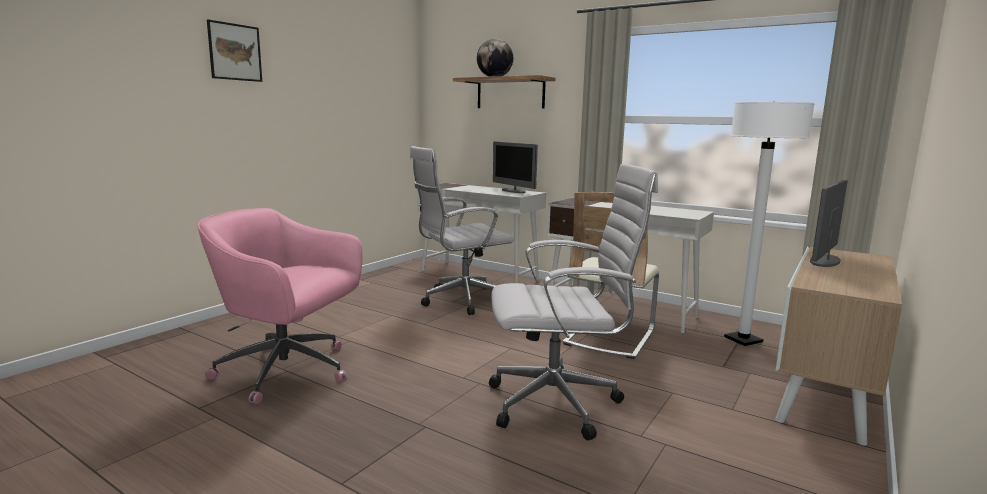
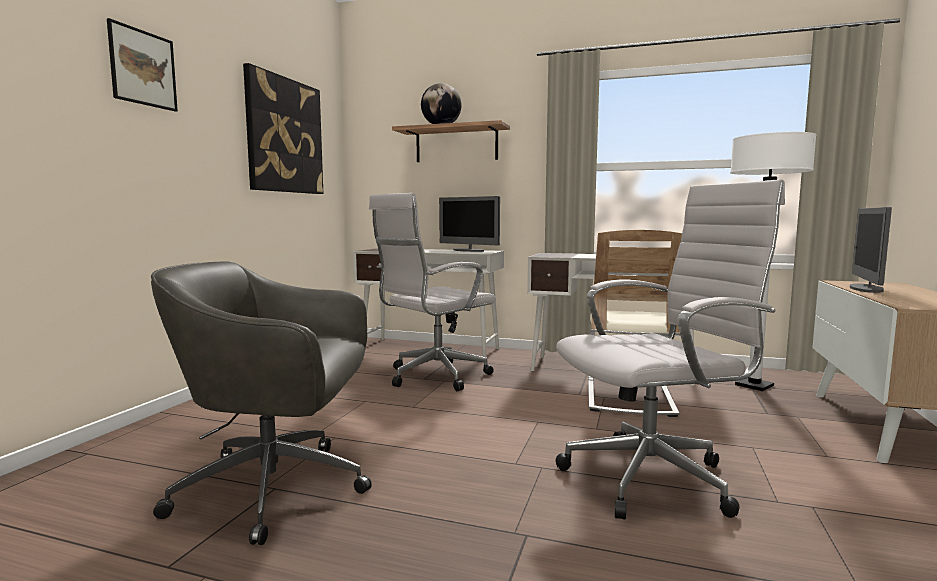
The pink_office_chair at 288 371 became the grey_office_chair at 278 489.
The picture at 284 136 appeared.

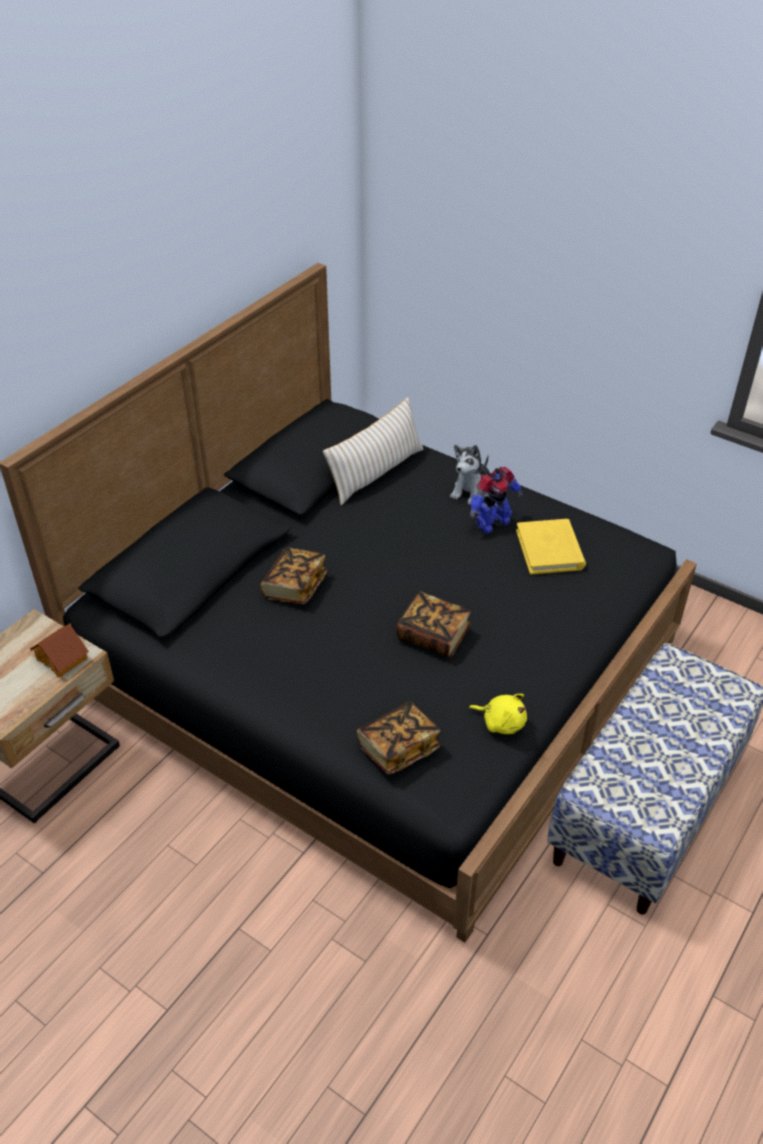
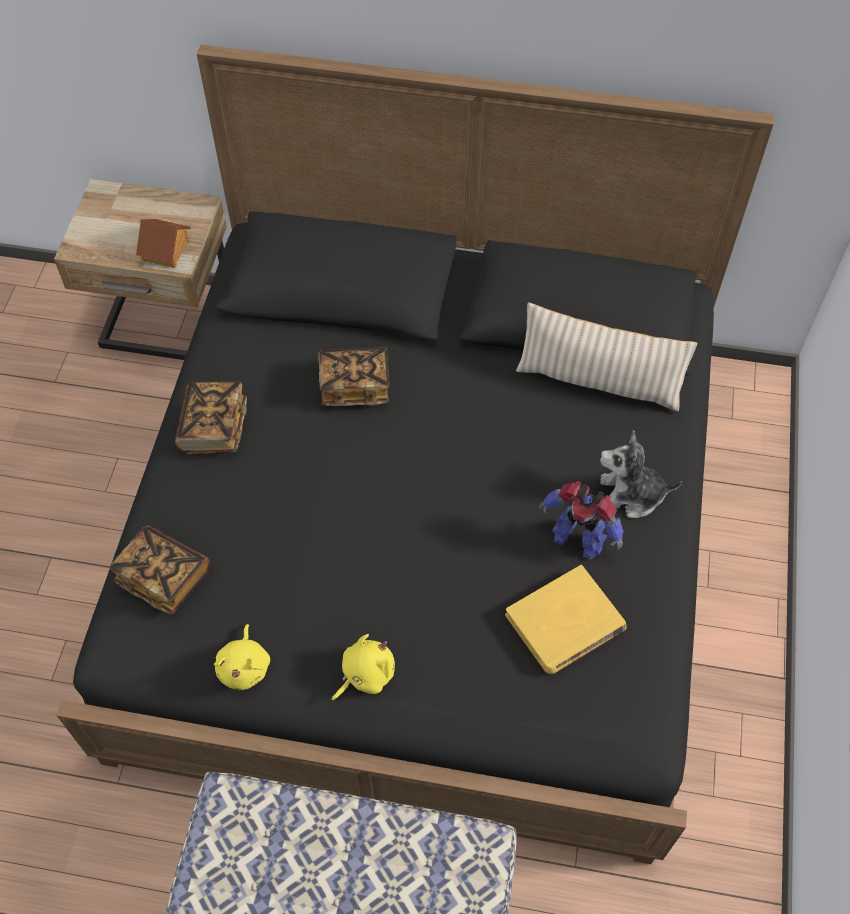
The book moved from 433 636 to 213 428.
The yellow_plush_toy at 365 674 appeared.

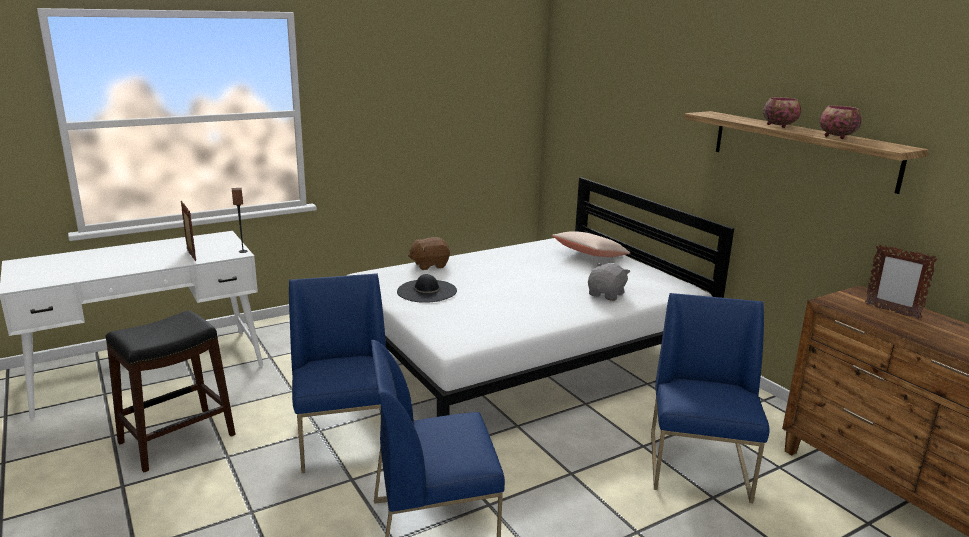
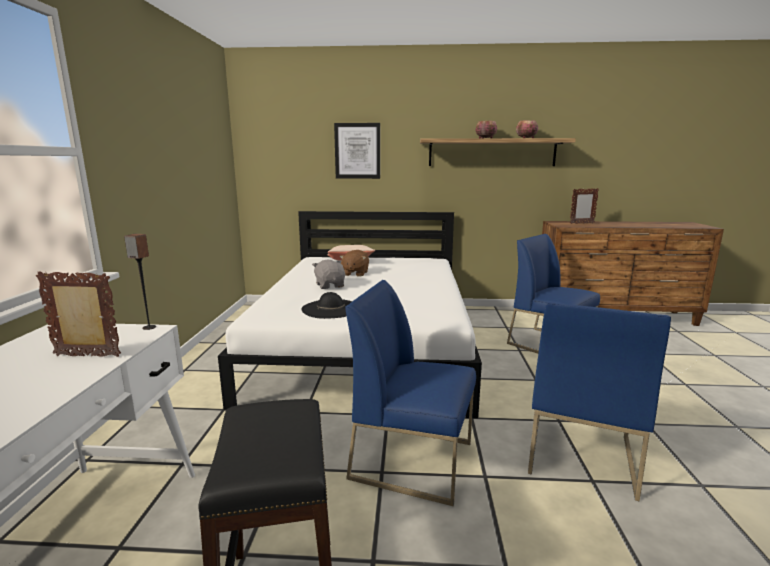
The grey_plush_toy moved from 606 294 to 330 285.
The picture at 357 151 appeared.
The brown_plush_toy moved from 429 265 to 355 273.

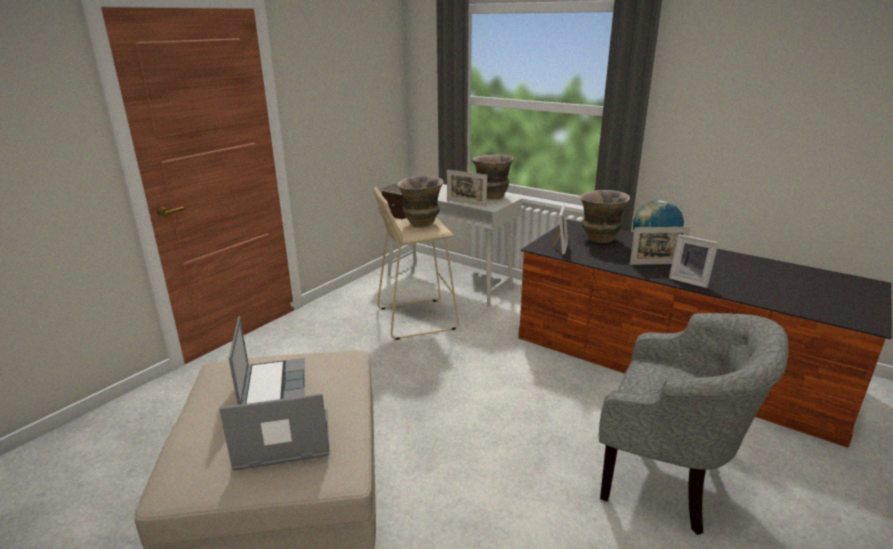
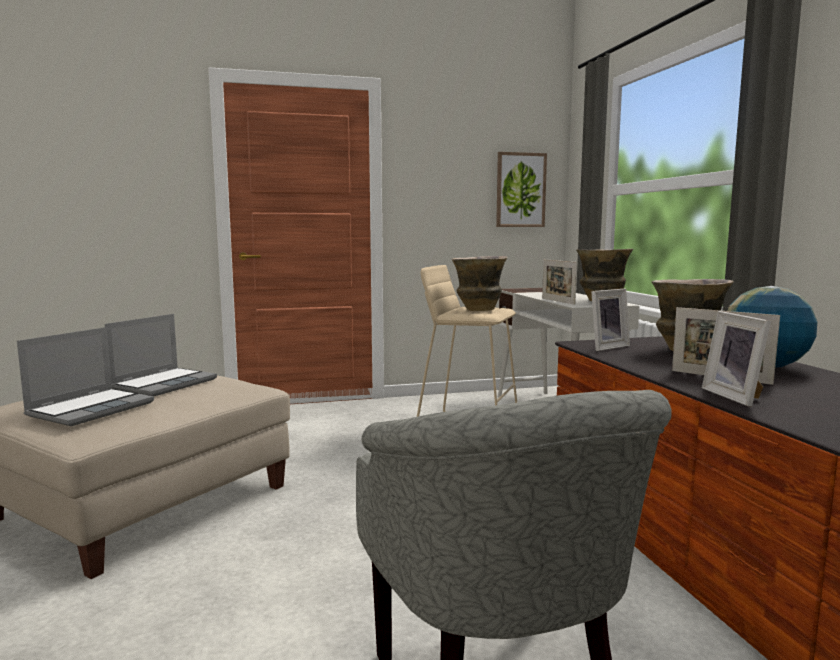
The laptop at 281 442 turned 90 degrees clockwise.
The picture at 520 190 appeared.

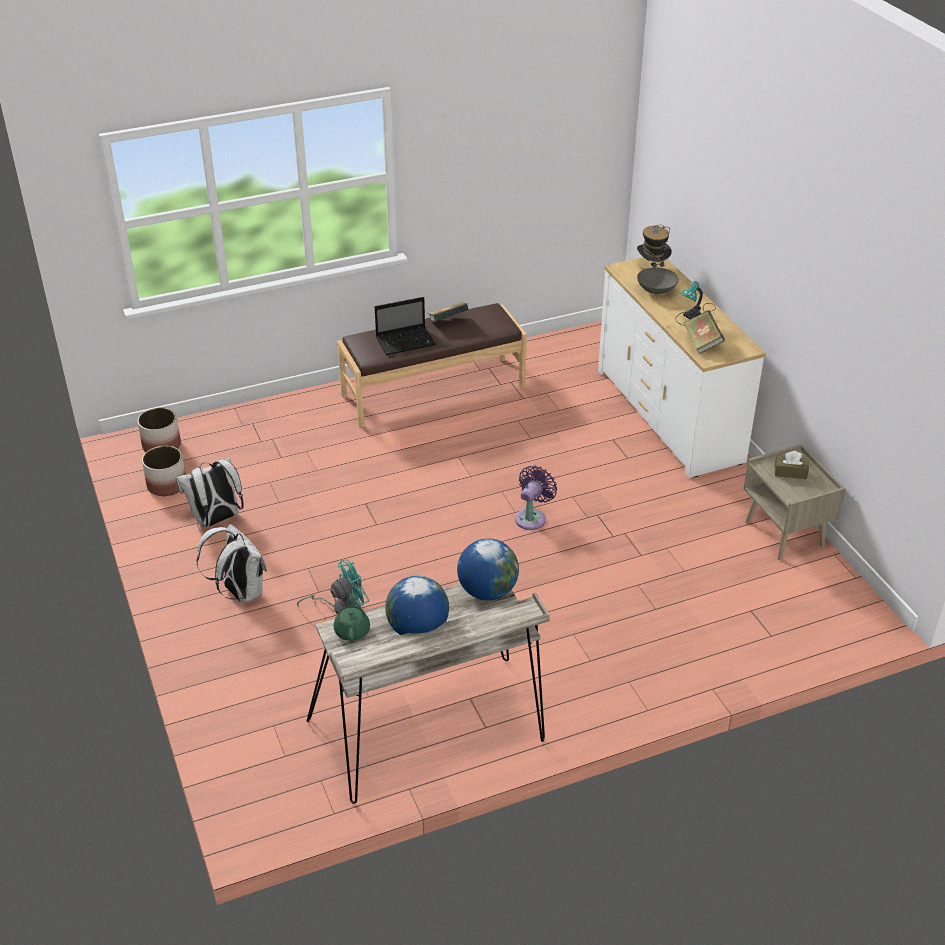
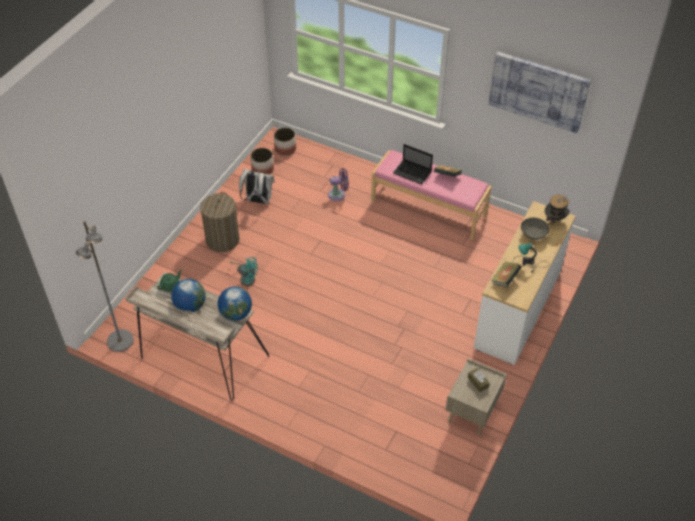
The grey_floor_lamp at 120 341 appeared.
The white_backpack at 240 592 was replaced by the laundry_basket at 222 240.
The purple_fan moved from 532 517 to 338 194.
The brown_bench at 433 391 became the pink_bench at 428 208.
The picture at 538 90 appeared.

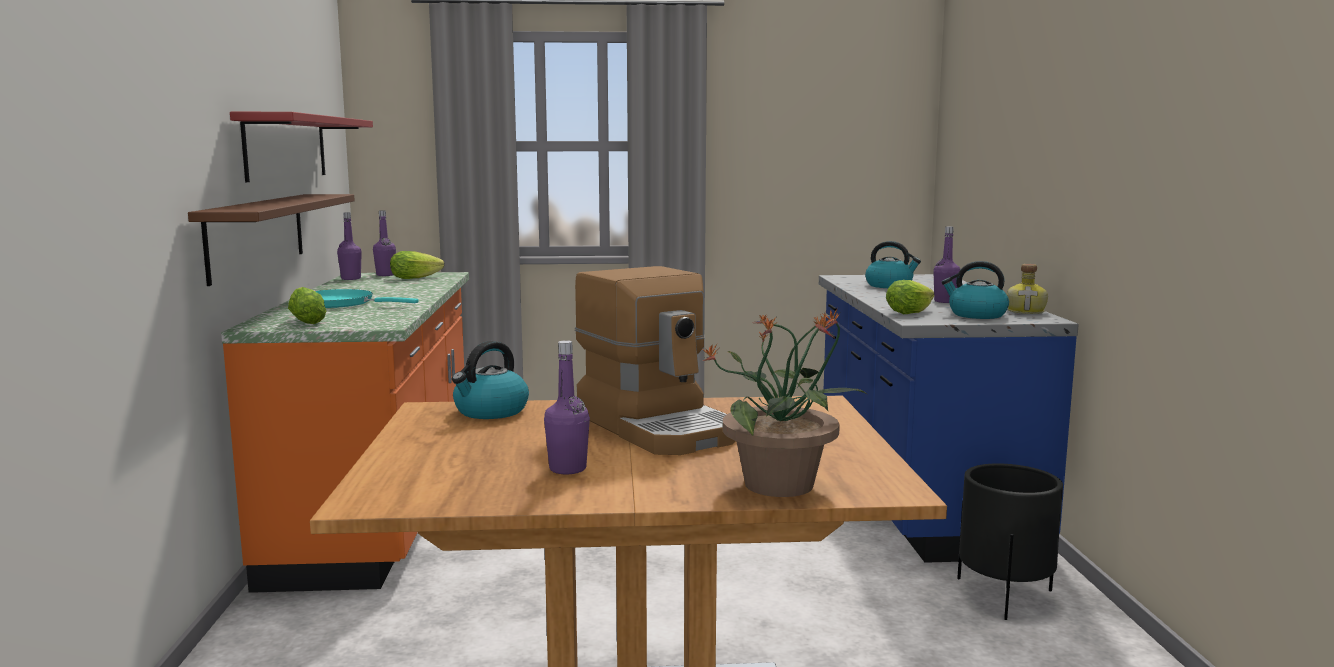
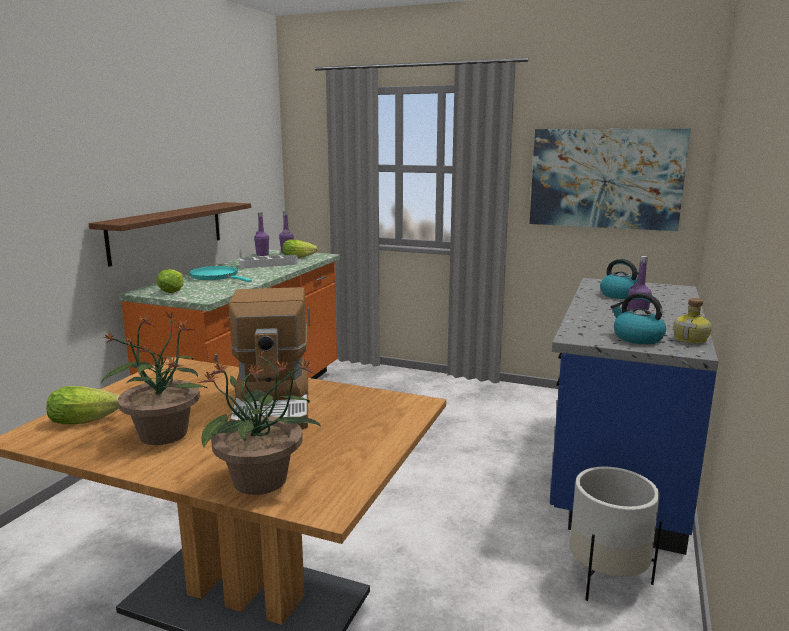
The lettuce moved from 912 312 to 88 420.
The purple_bottle at 567 469 was replaced by the potted_plant at 163 433.
The grey_tray at 269 265 appeared.
The picture at 605 178 appeared.
The black_planter at 1004 595 became the white_planter at 606 577.
The red_shelf at 286 147 disappeared.
The kettle at 490 411 disappeared.

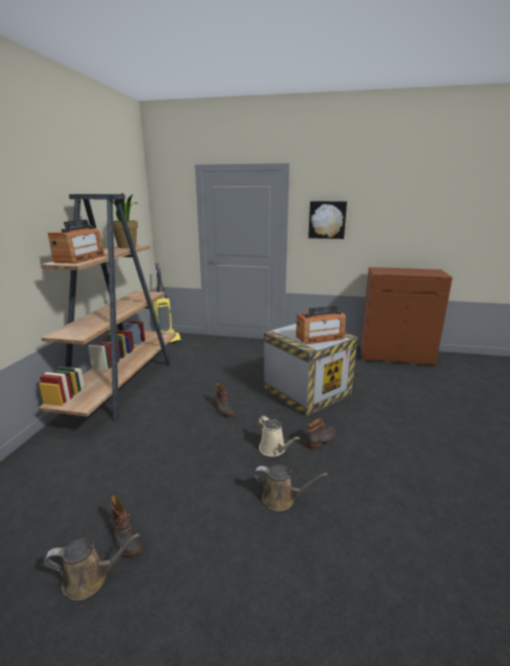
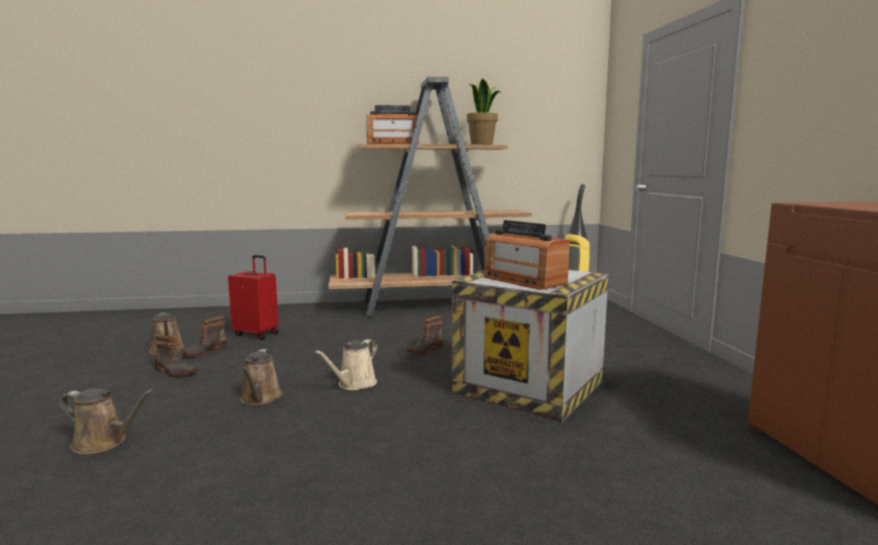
The brown_watering_can at 103 443 appeared.
The boot moved from 321 440 to 174 372.
The red_suitcase at 257 334 appeared.
The picture at 327 220 disappeared.

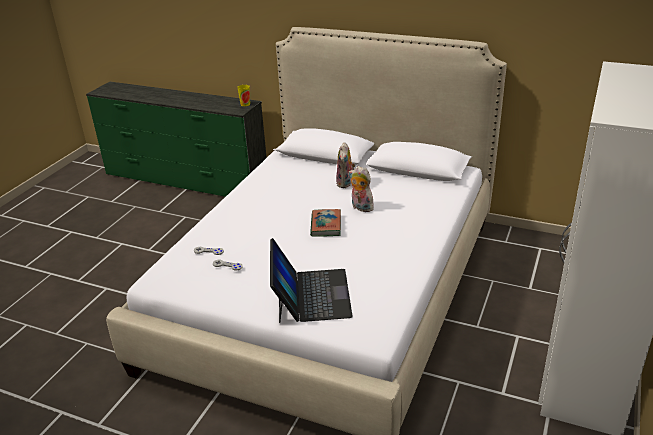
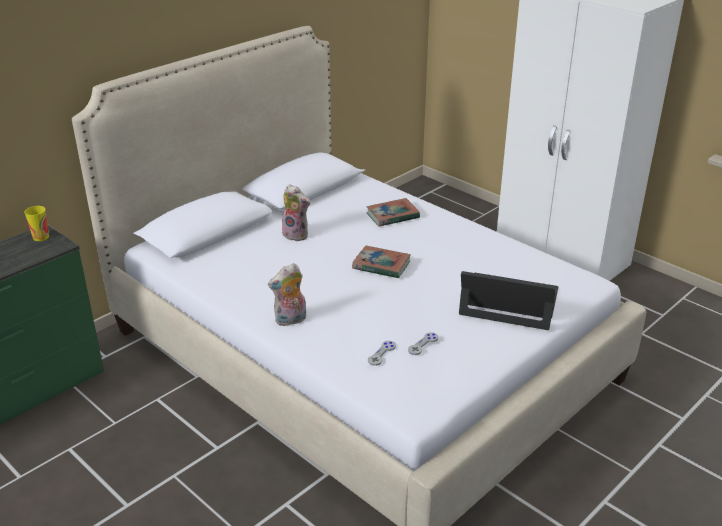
The plush_toy moved from 360 207 to 290 320.
The book at 392 216 appeared.

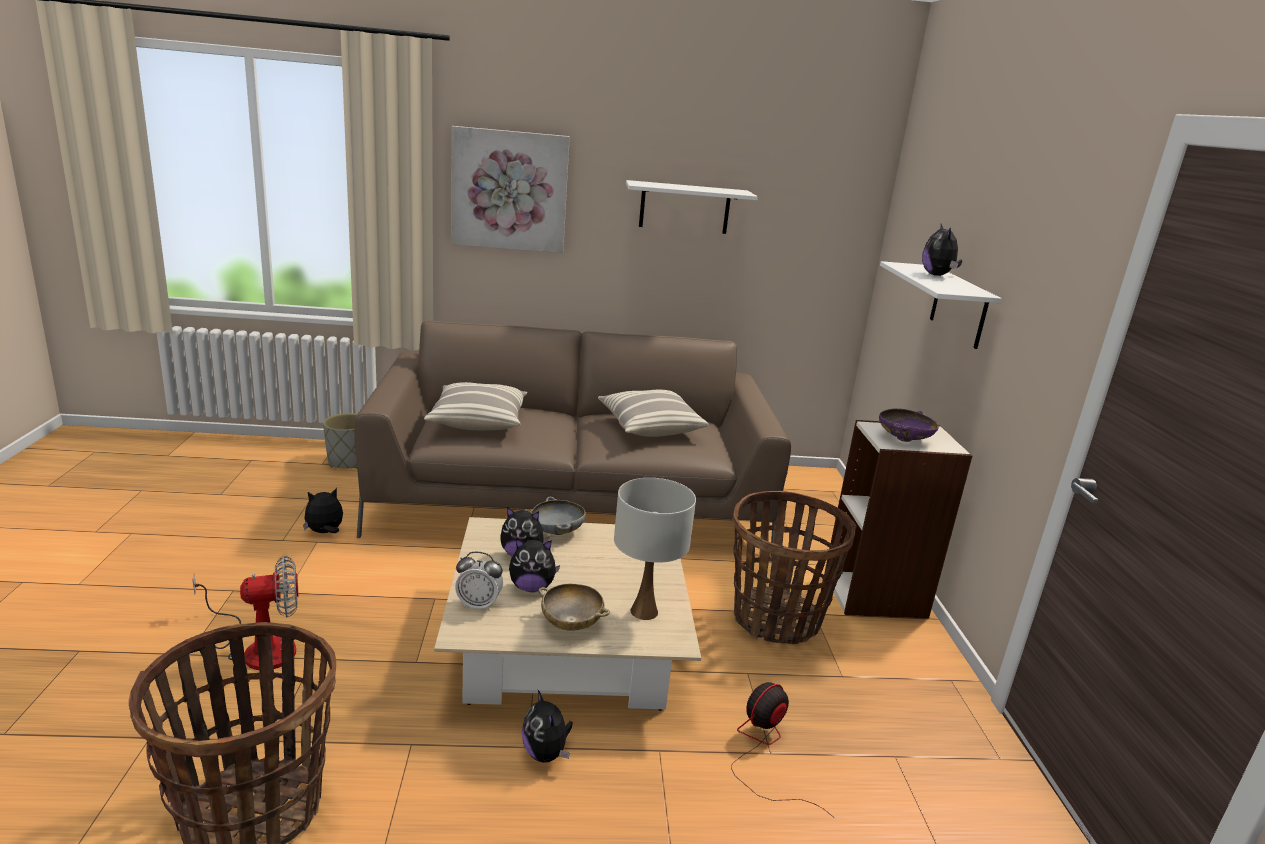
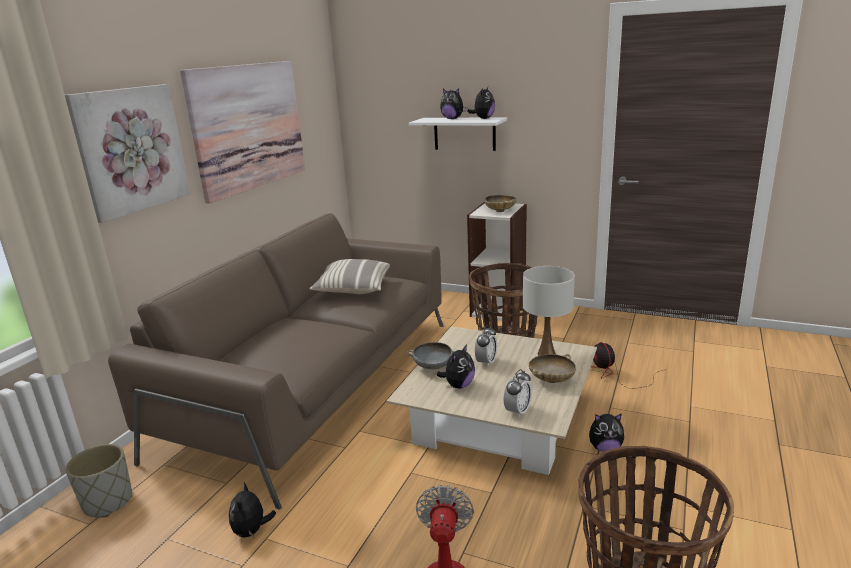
The white_shelf at 684 207 was replaced by the picture at 249 127.
The plush_toy moved from 531 587 to 483 118.
The alarm_clock at 486 362 appeared.
The purple_bowl at 904 439 became the beige_bowl at 500 211.
The pillow at 478 421 disappeared.

